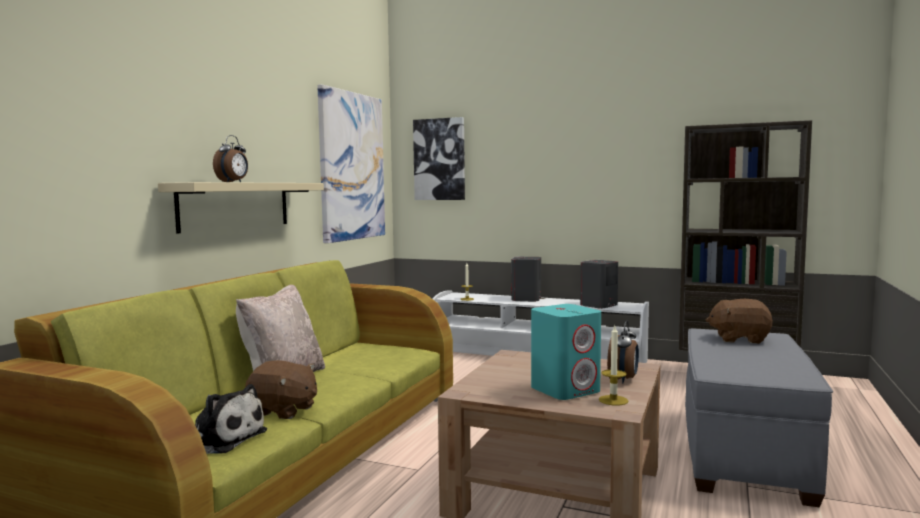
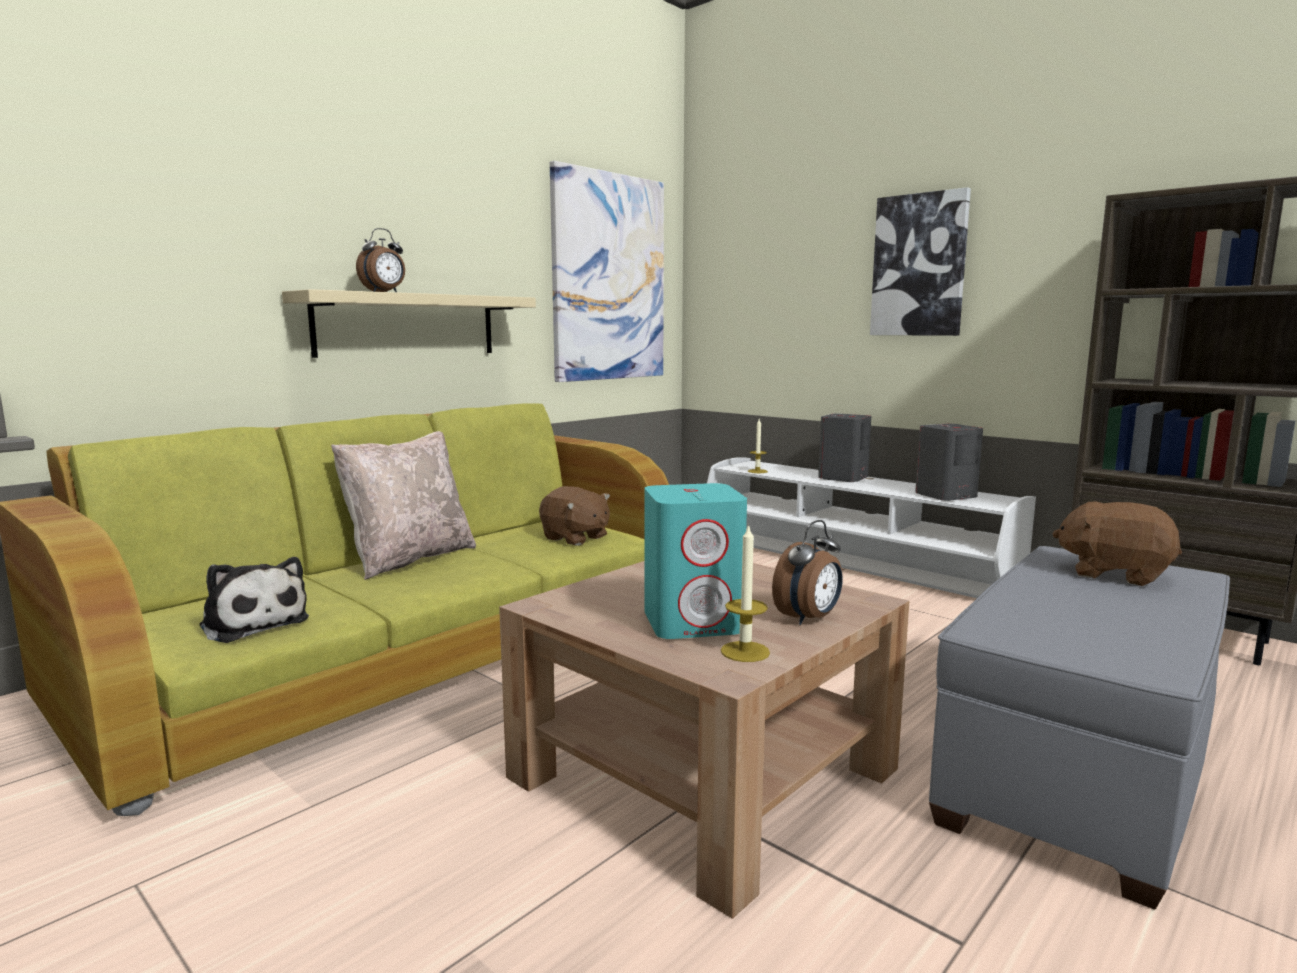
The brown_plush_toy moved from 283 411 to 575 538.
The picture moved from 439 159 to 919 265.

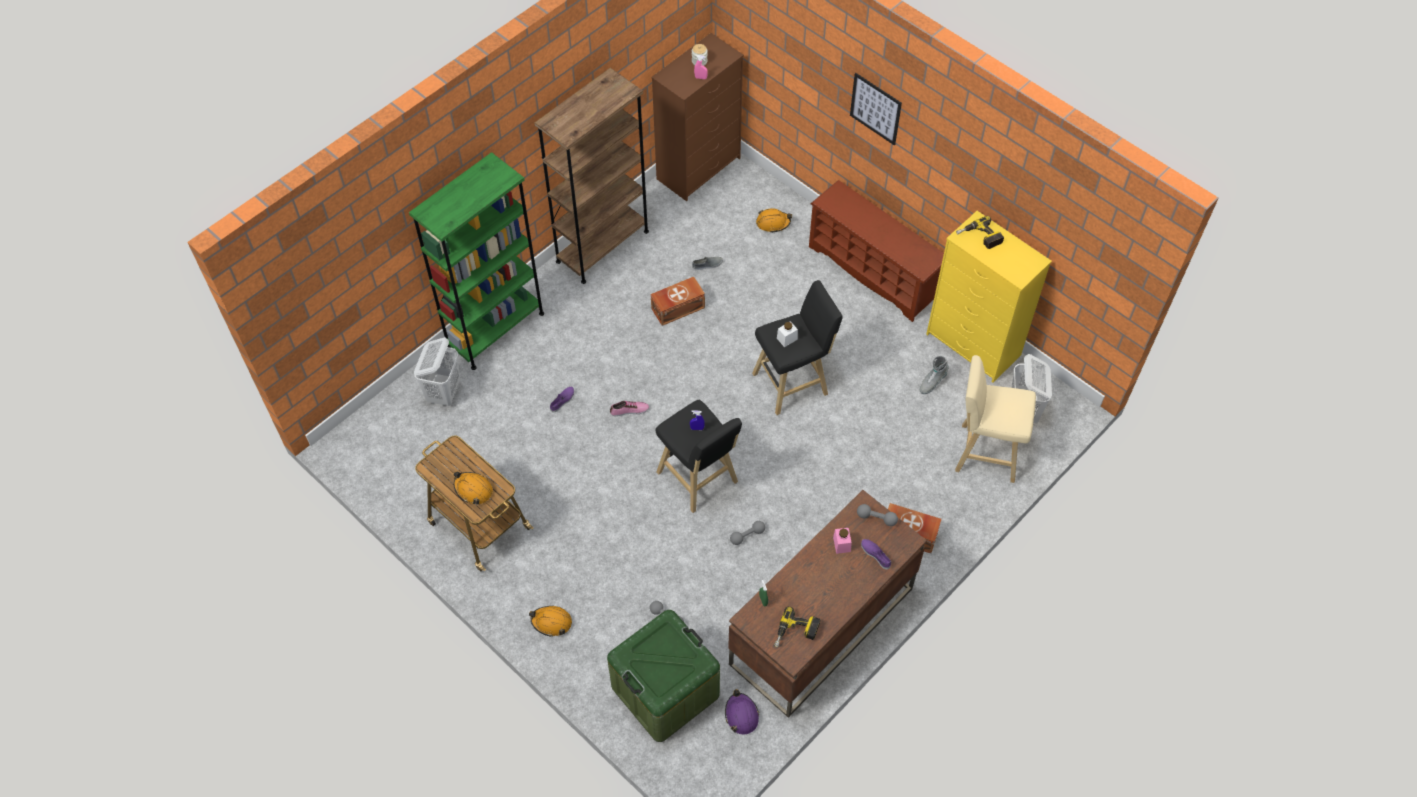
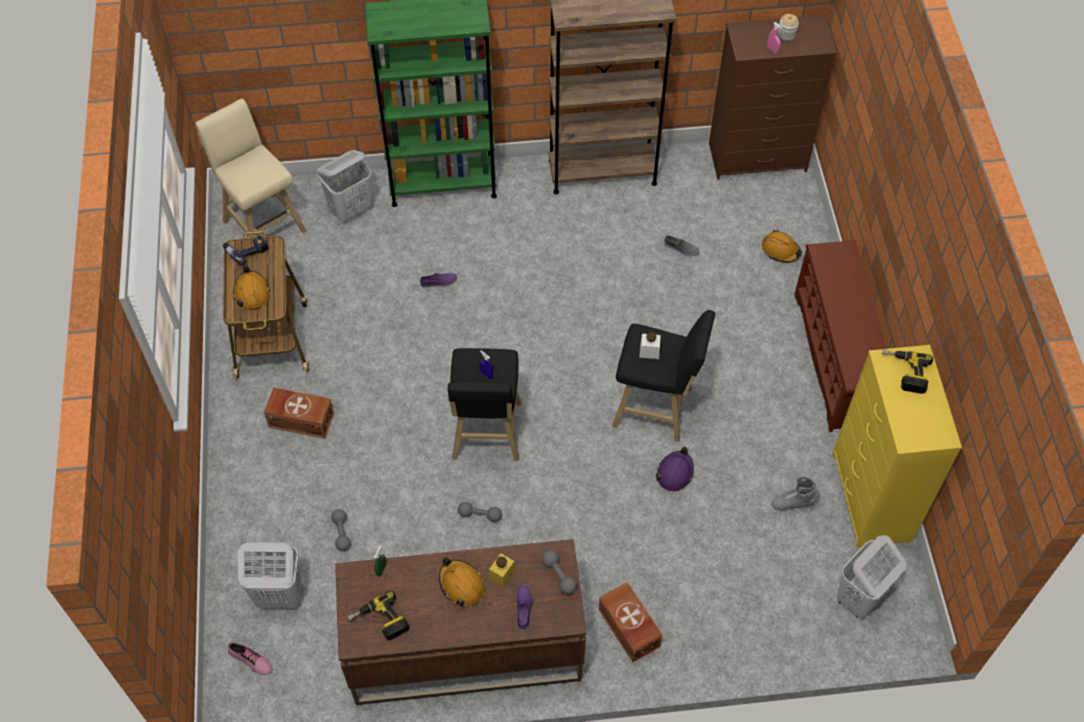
The beige_stool moved from 983 452 to 262 223.
The power_drill at 247 251 appeared.
The shoe moved from 629 410 to 250 661.
The green_storage_box at 665 690 was replaced by the white_laundry_basket at 279 595.
The brown_storage_box moved from 677 308 to 300 419.
The orange_hard_hat moved from 551 622 to 461 585.
The pink_jar at 841 544 became the yellow_jar at 502 574.
The purple_hard_hat moved from 741 715 to 675 473.
The picture at 875 108 disappeared.

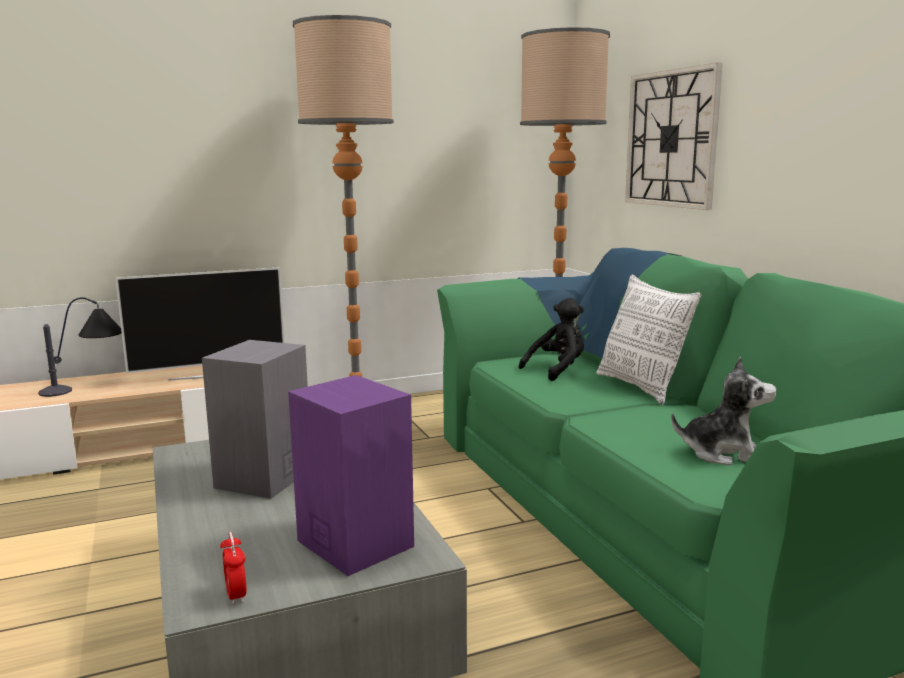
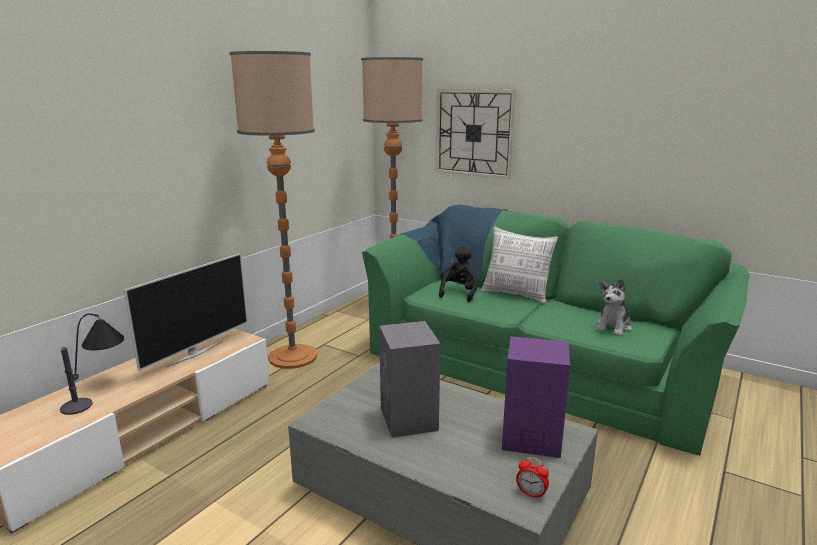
The plush_toy at 722 453 turned 150 degrees clockwise.

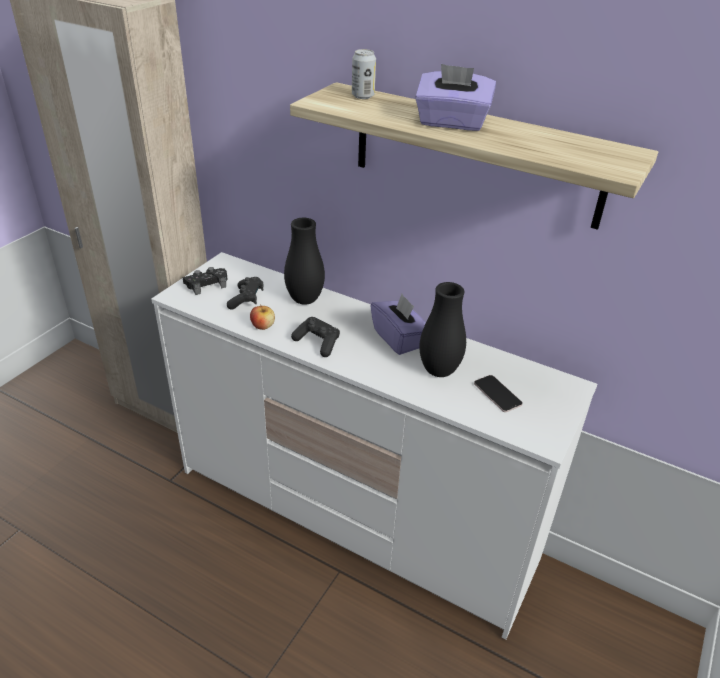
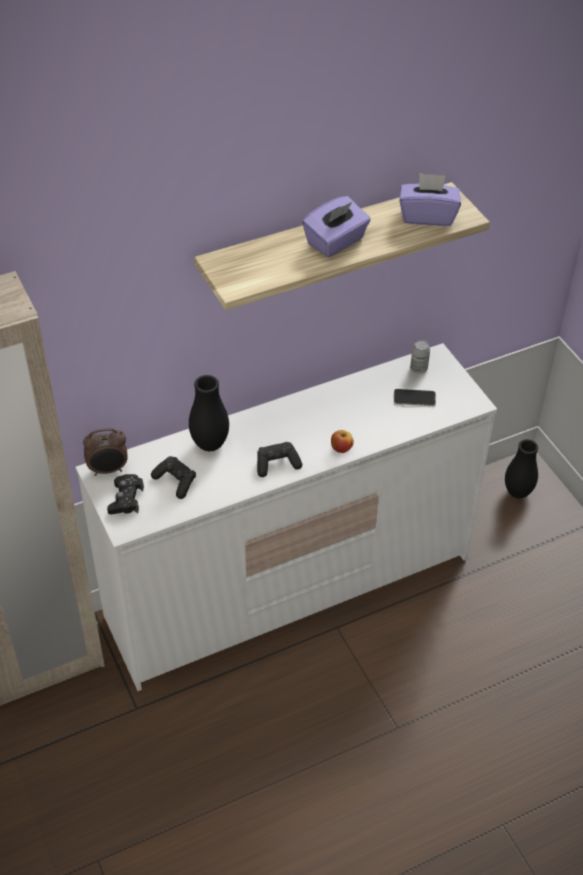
The alarm_clock at 108 470 appeared.
The apple moved from 263 326 to 341 448.
The purple_tissue_box moved from 399 338 to 427 216.
The can moved from 363 96 to 418 369.
The black_vase moved from 439 371 to 517 492.

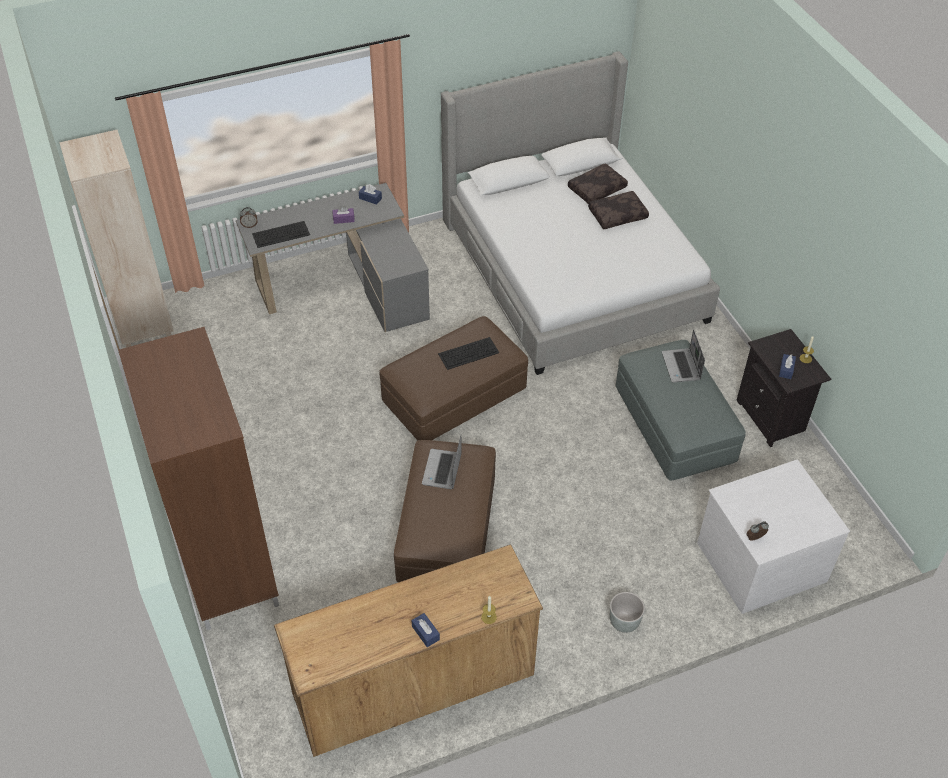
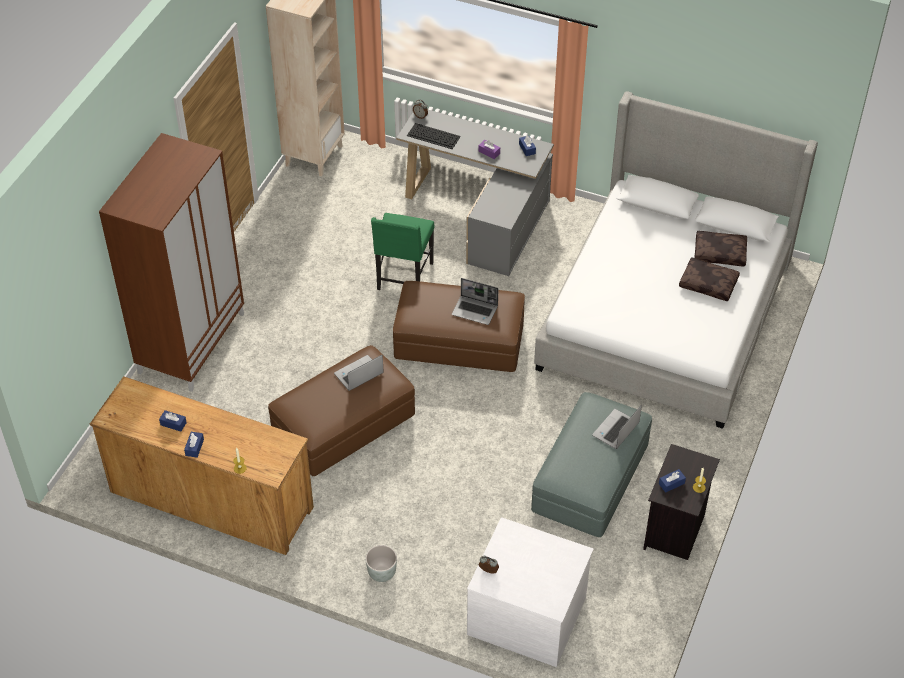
The blue_tissue_box at 173 424 appeared.
The green_chair at 404 277 appeared.
The keyboard at 469 353 was replaced by the laptop at 475 311.

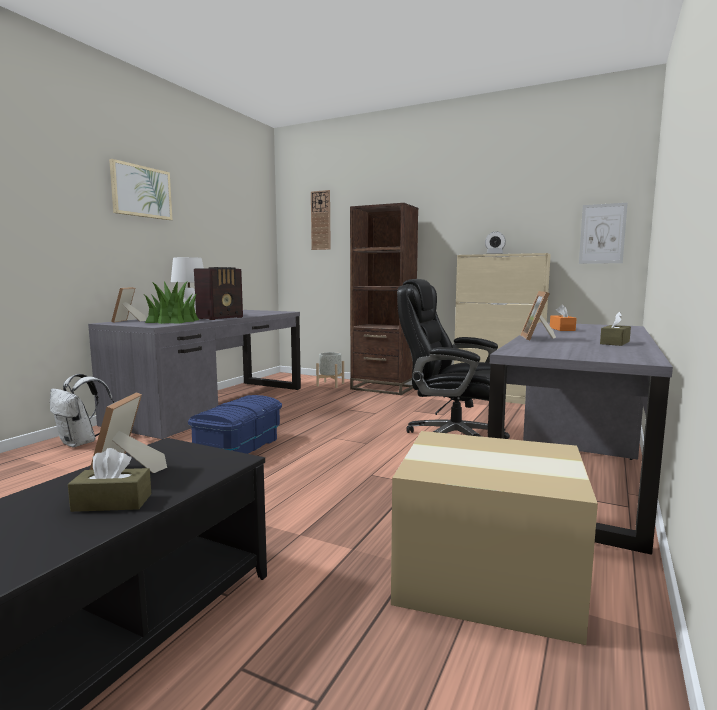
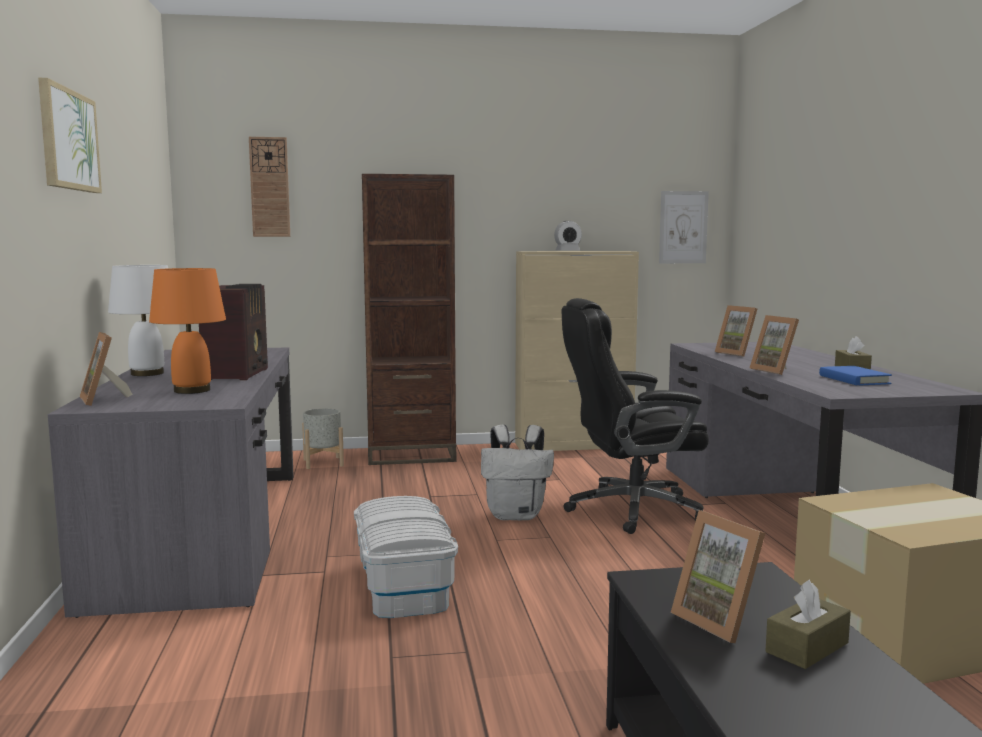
The potted_plant at 172 321 was replaced by the orange_table_lamp at 193 390.
The blue_storage_box at 239 448 became the white_storage_box at 404 586.
The white_backpack moved from 81 443 to 516 515.
The orange_tissue_box at 562 329 was replaced by the picture_frame at 737 353.
The blue_book at 854 380 appeared.

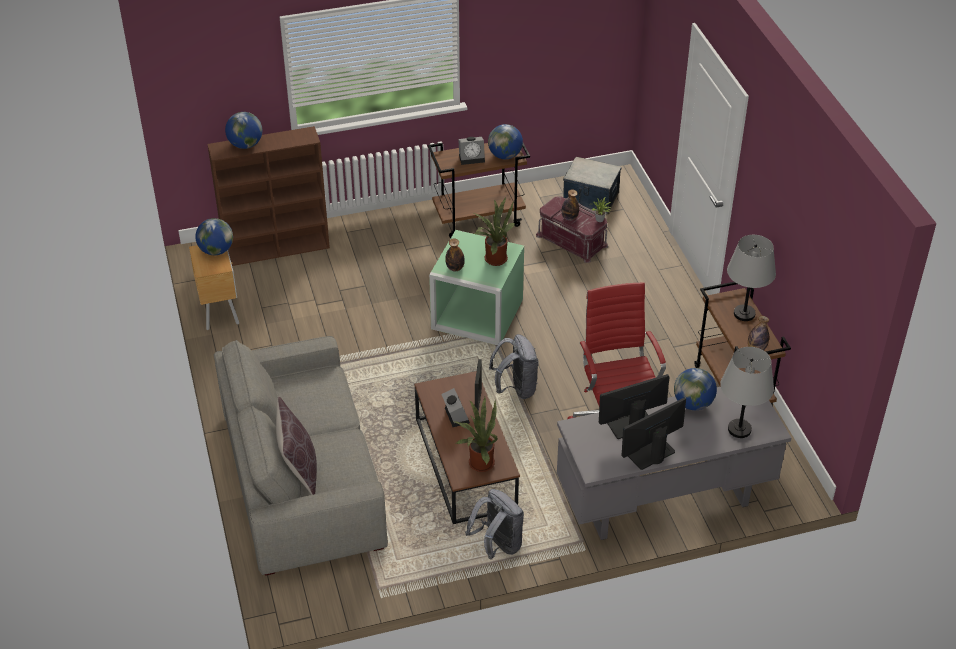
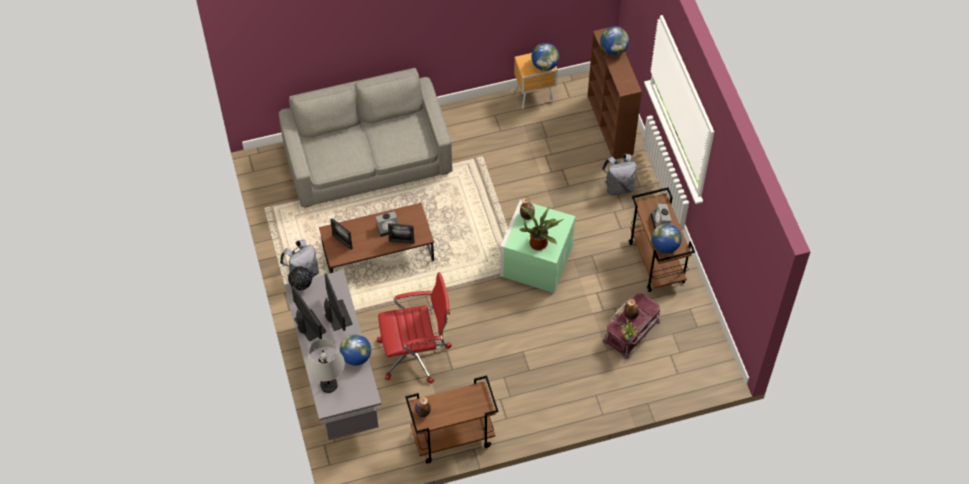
The globe at 301 286 appeared.
The potted_plant at 478 462 was replaced by the picture_frame at 342 242.
The grey_backpack moved from 516 388 to 618 186.
The brown_pillow at 299 469 disappeared.
The storage_box at 591 198 disappeared.
The grey_table_lamp at 744 314 disappeared.

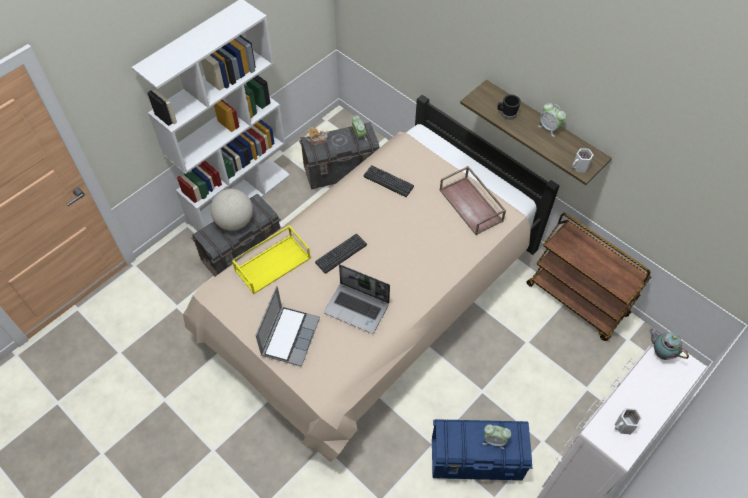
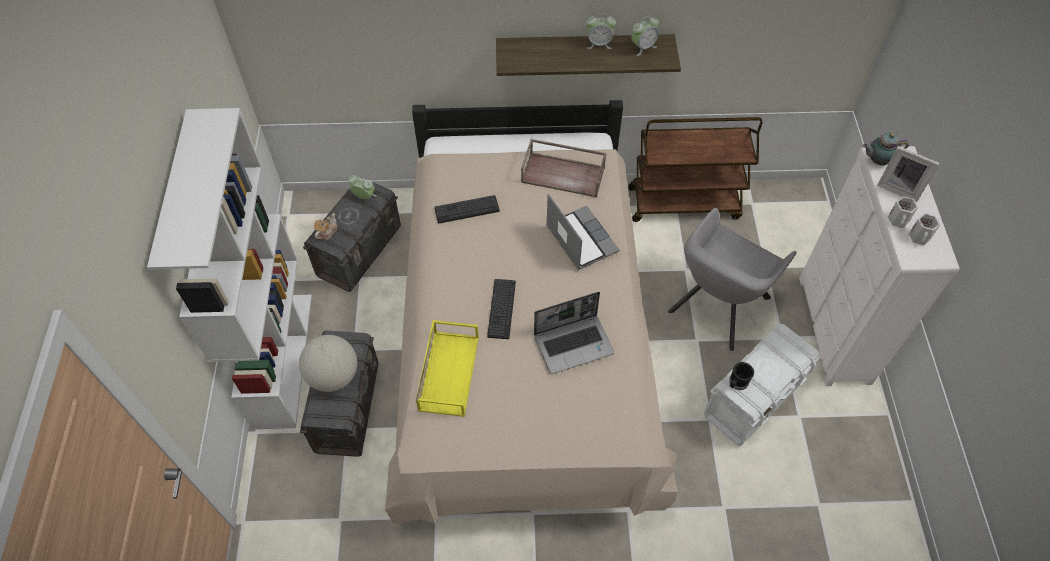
The laptop moved from 290 335 to 580 239.
The alarm_clock moved from 494 440 to 643 47.
The grey_armchair at 716 308 appeared.
The blue_storage_box at 476 459 became the white_storage_box at 753 399.
The black_mug moved from 506 114 to 737 383.
The picture_frame at 899 188 appeared.
The white_mug moved from 580 167 to 898 220.

